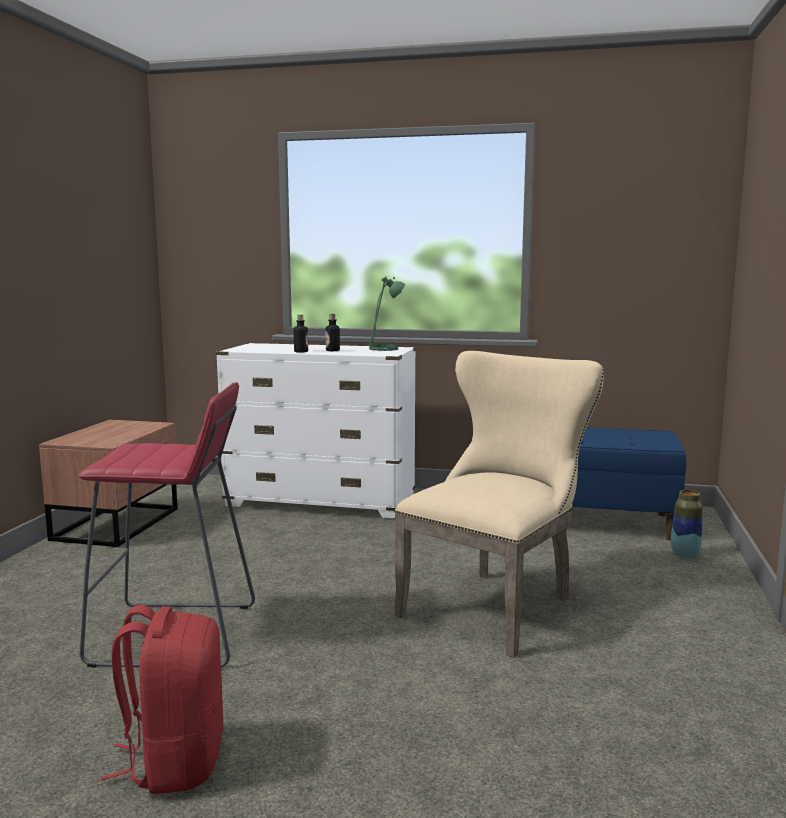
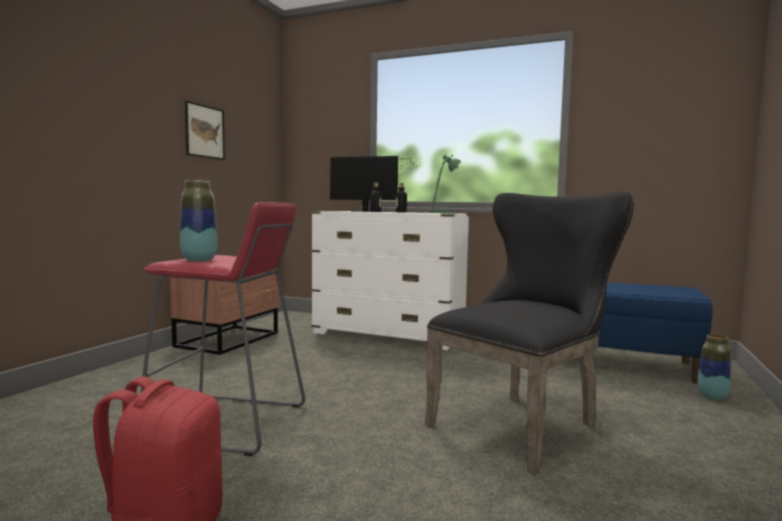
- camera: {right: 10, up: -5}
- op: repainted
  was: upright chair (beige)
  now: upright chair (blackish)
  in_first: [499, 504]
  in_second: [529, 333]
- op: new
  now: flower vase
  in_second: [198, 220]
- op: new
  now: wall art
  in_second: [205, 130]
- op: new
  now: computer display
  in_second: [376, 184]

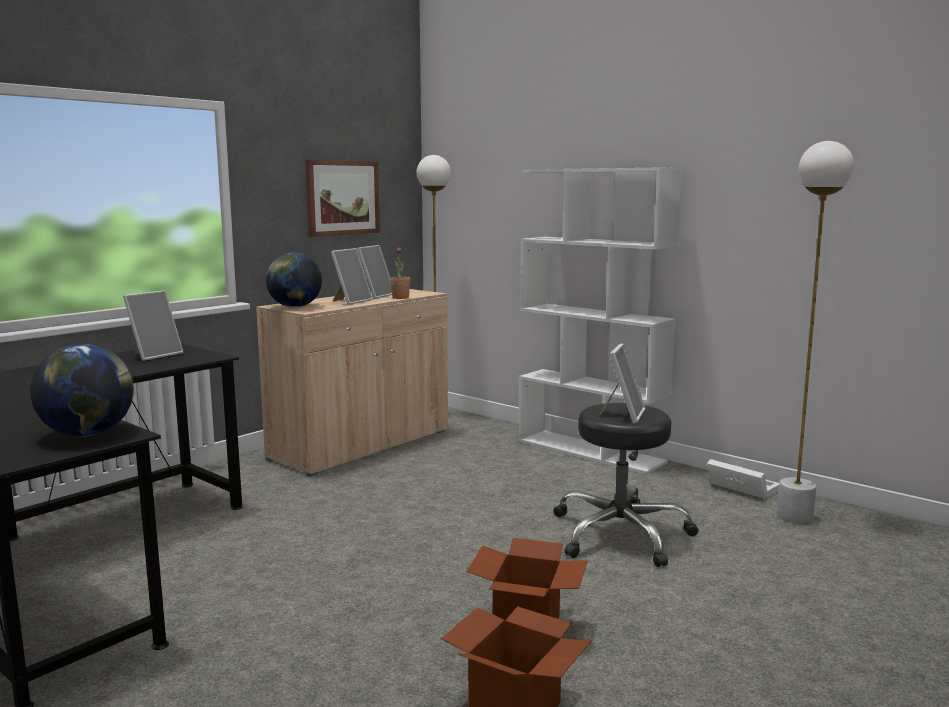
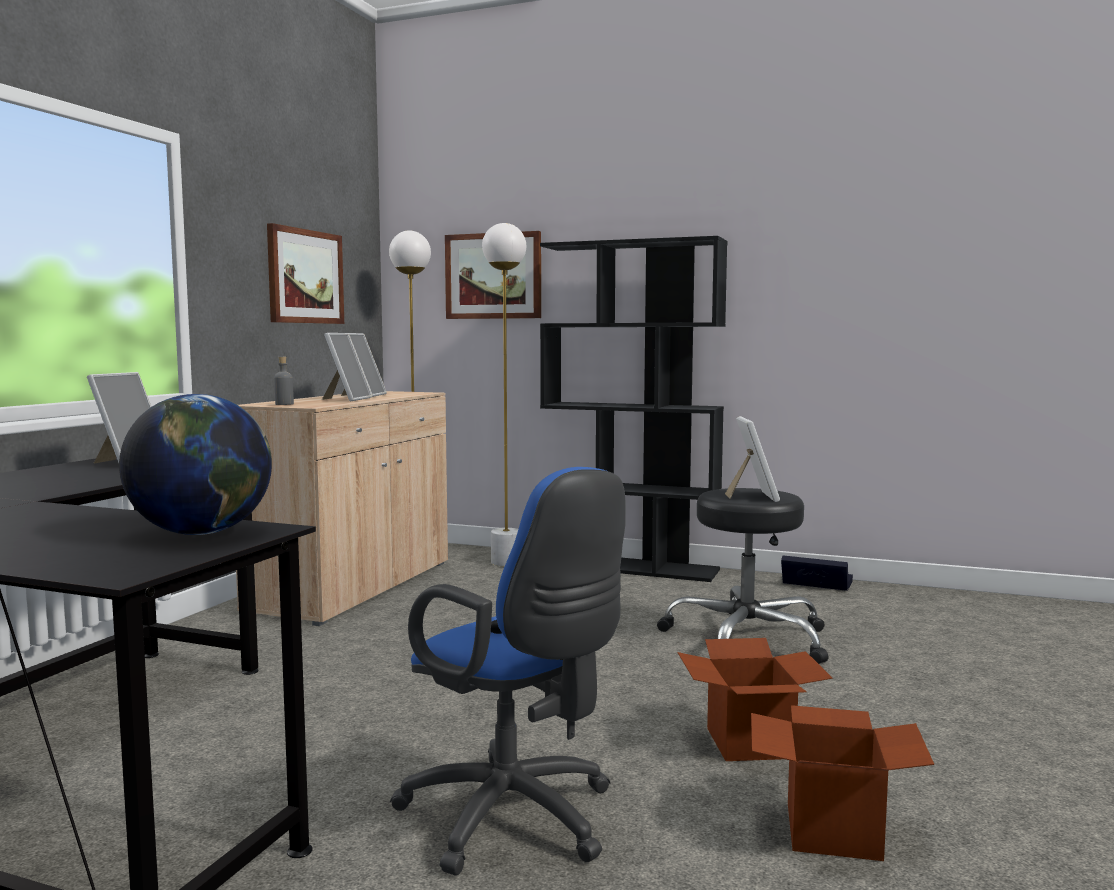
- camera: {right: -20, up: -5}
- op: swapped
  was: desk globe
  now: bottle (greyish)
  in_first: [294, 280]
  in_second: [284, 381]
- op: gone
  was: plant in a pot
  in_first: [400, 273]
- op: repainted
  was: shelving unit (white)
  now: shelving unit (blackish)
  in_first: [601, 321]
  in_second: [633, 409]
- op: repainted
  was: storage box (white)
  now: storage box (blackish)
  in_first: [743, 479]
  in_second: [817, 573]
- op: shifted
  was: floor lamp (white)
  in_first: [815, 332]
  in_second: [504, 395]
- op: new
  now: computer chair (blue-coloured)
  in_second: [508, 671]
- op: new
  now: wall art
  in_second: [493, 275]

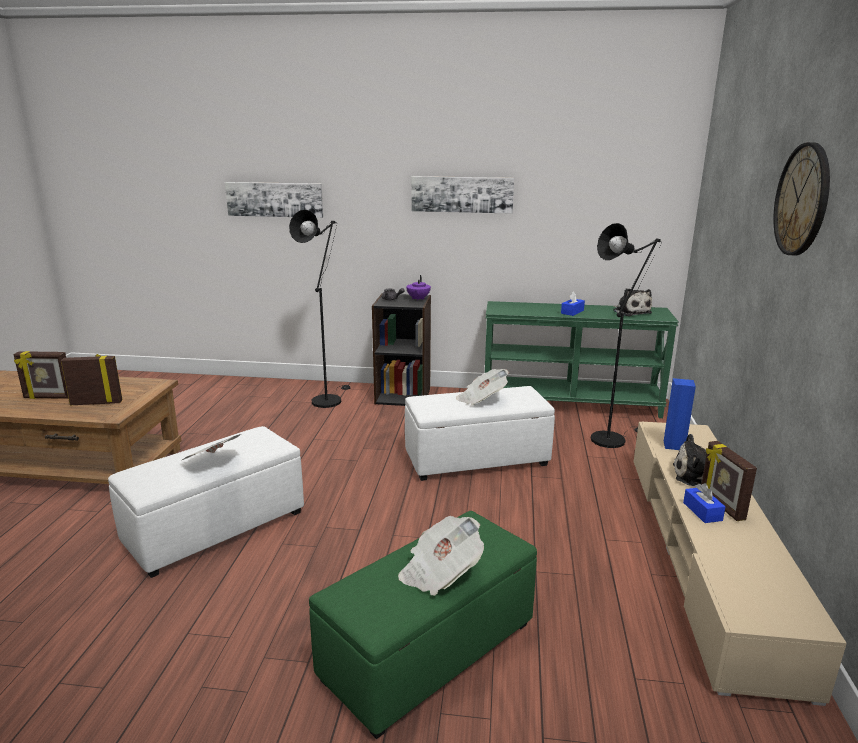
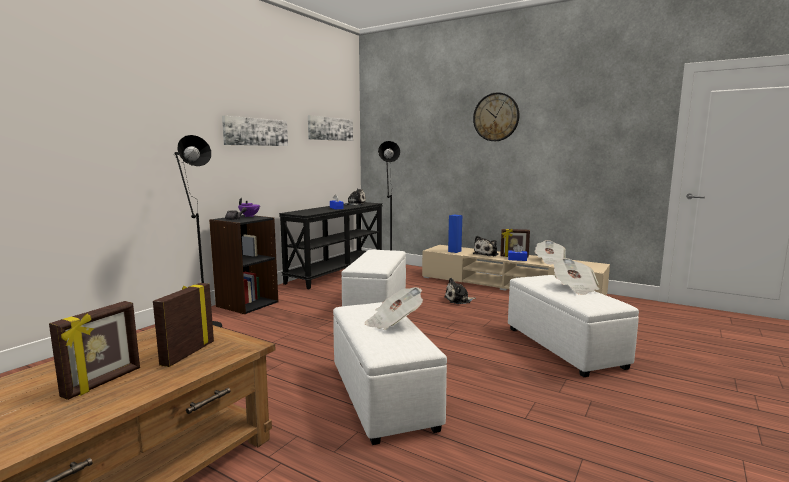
- camera: {right: -65, up: -10}
- op: shifted
  was: wall art
  in_first: [274, 200]
  in_second: [330, 128]
- op: repainted
  was: pouffe (green)
  now: pouffe (white)
  in_first: [423, 625]
  in_second: [573, 326]
- op: shifted
  was: printed paper
  in_first: [482, 387]
  in_second: [550, 252]
- op: repainted
  was: narrow table (green)
  now: narrow table (blackish)
  in_first: [582, 359]
  in_second: [331, 245]
- op: new
  now: soft toy
  in_second: [460, 291]

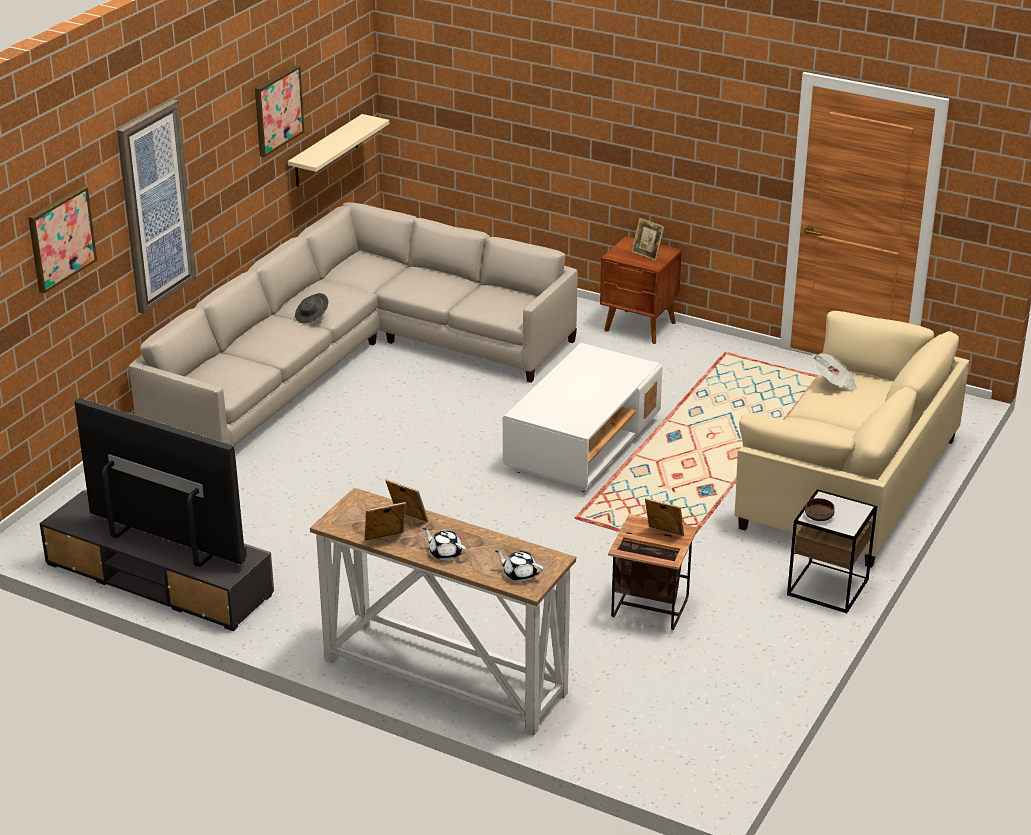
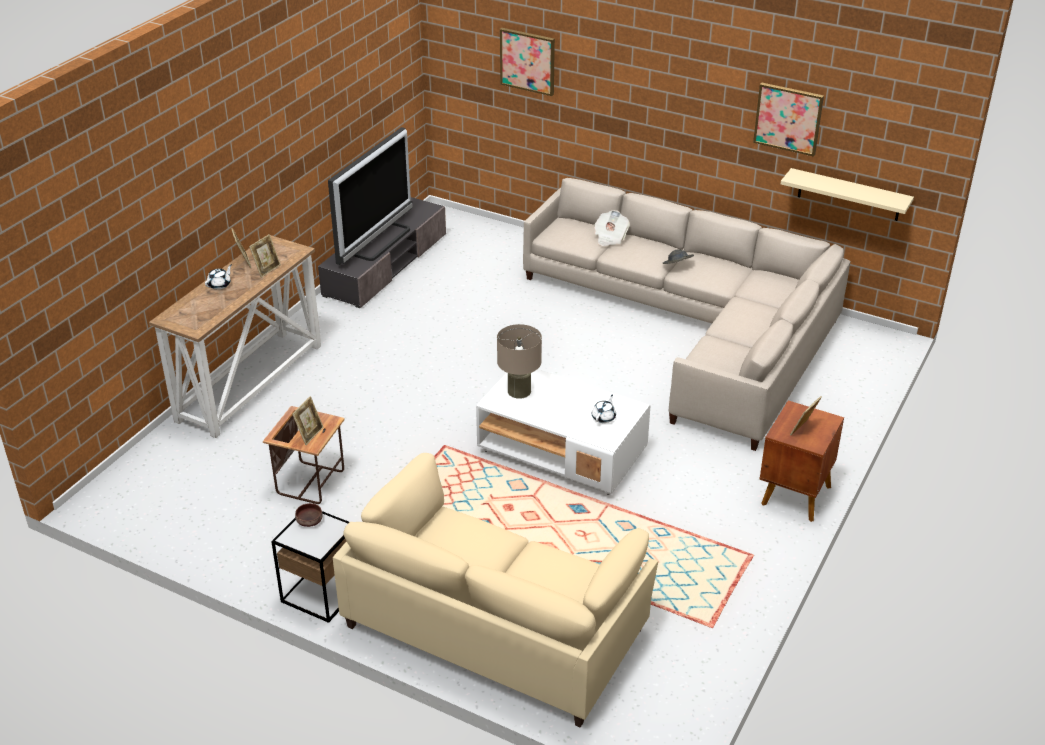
- camera: {right: 90, up: 5}
- op: gone
  was: wall art
  in_first: [156, 206]
- op: shifted
  was: tea pot (white)
  in_first: [519, 566]
  in_second: [604, 409]
- op: shifted
  was: printed paper
  in_first: [834, 372]
  in_second: [612, 228]
- op: new
  now: table lamp (beige)
  in_second: [519, 361]

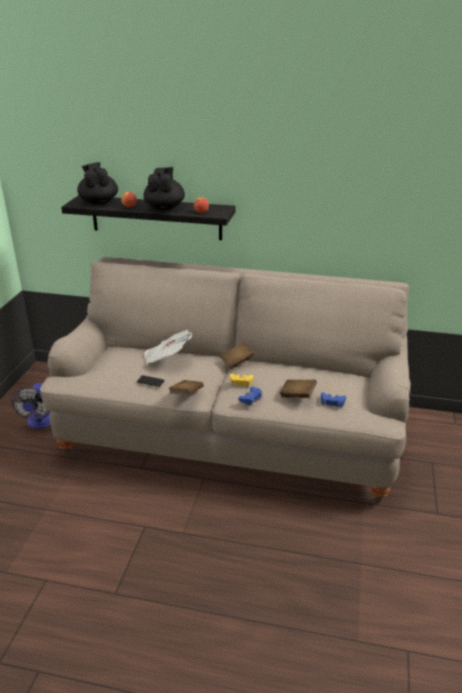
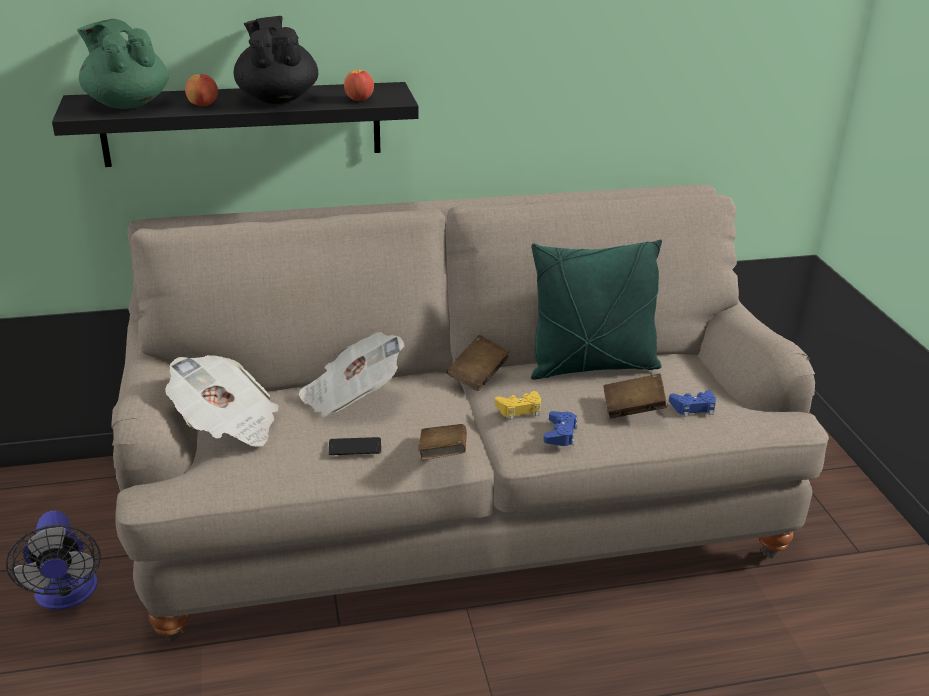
- camera: {right: -25, up: 0}
- op: repainted
  was: tea pot (blackish)
  now: tea pot (green)
  in_first: [97, 183]
  in_second: [123, 64]
- op: new
  now: printed paper
  in_second: [222, 401]
- op: new
  now: pillow (green)
  in_second: [596, 309]

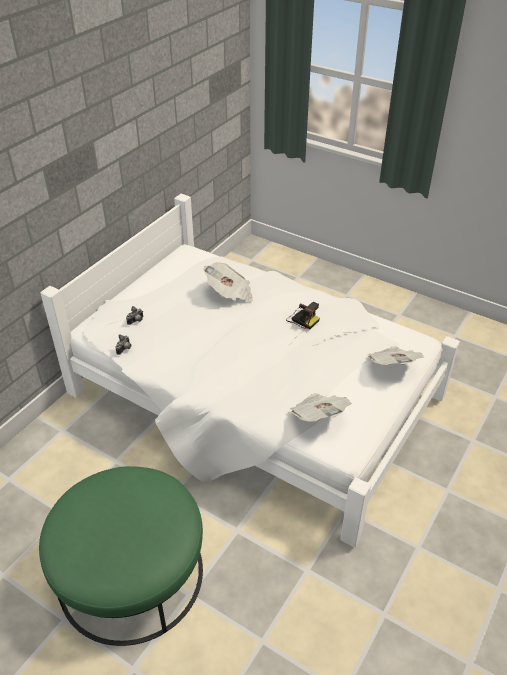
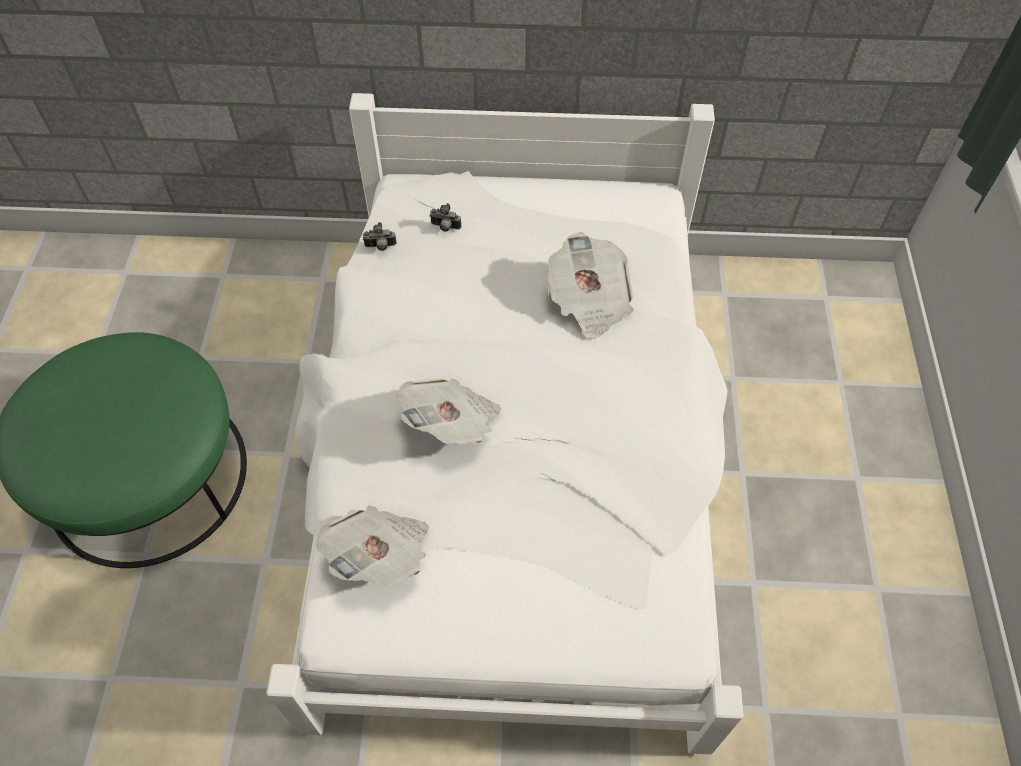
- camera: {right: 60, up: 15}
- op: gone
  was: photo camera
  in_first: [303, 315]
- op: shifted
  was: printed paper
  in_first: [396, 355]
  in_second: [448, 411]

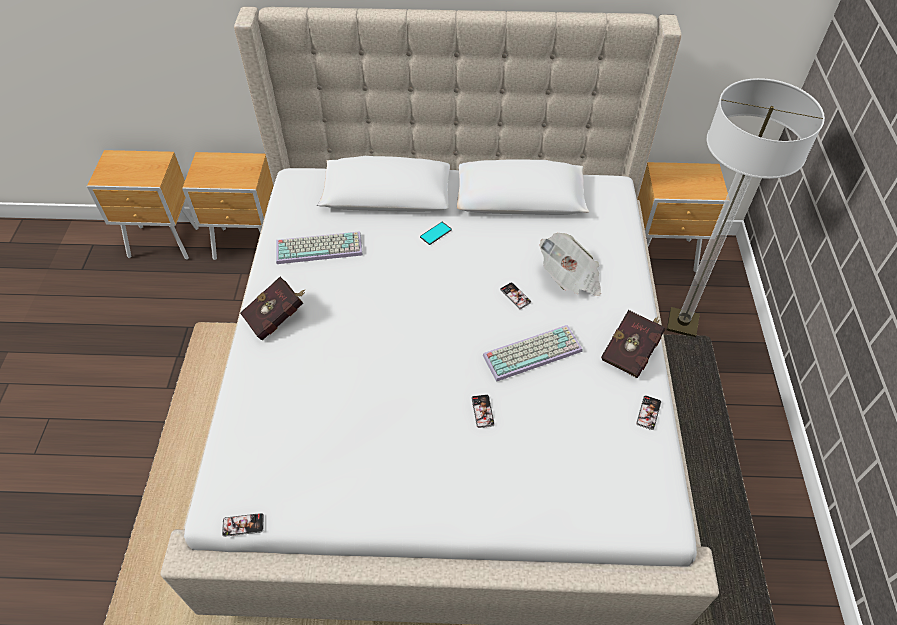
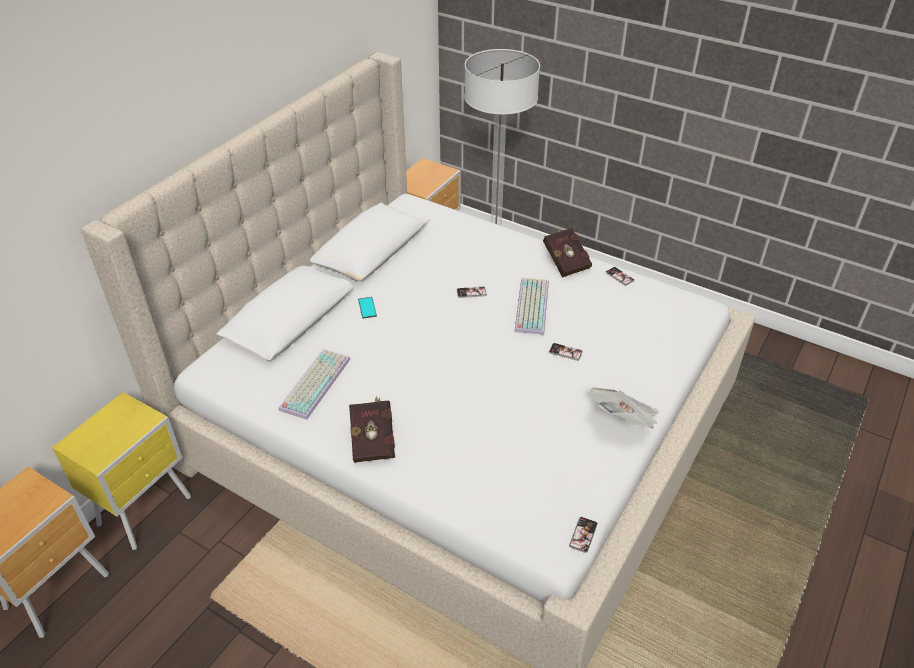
- camera: {right: -60, up: -10}
- op: repainted
  was: night table (brown-coloured)
  now: night table (yellow-coloured)
  in_first: [227, 206]
  in_second: [121, 471]
- op: shifted
  was: printed paper
  in_first: [570, 264]
  in_second: [624, 407]

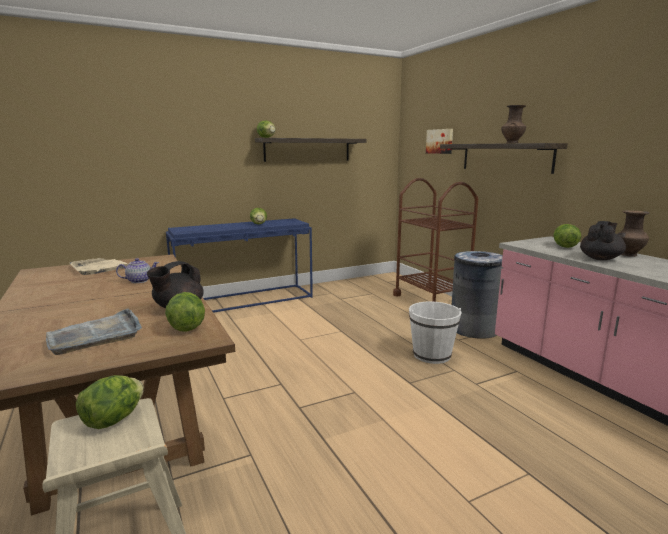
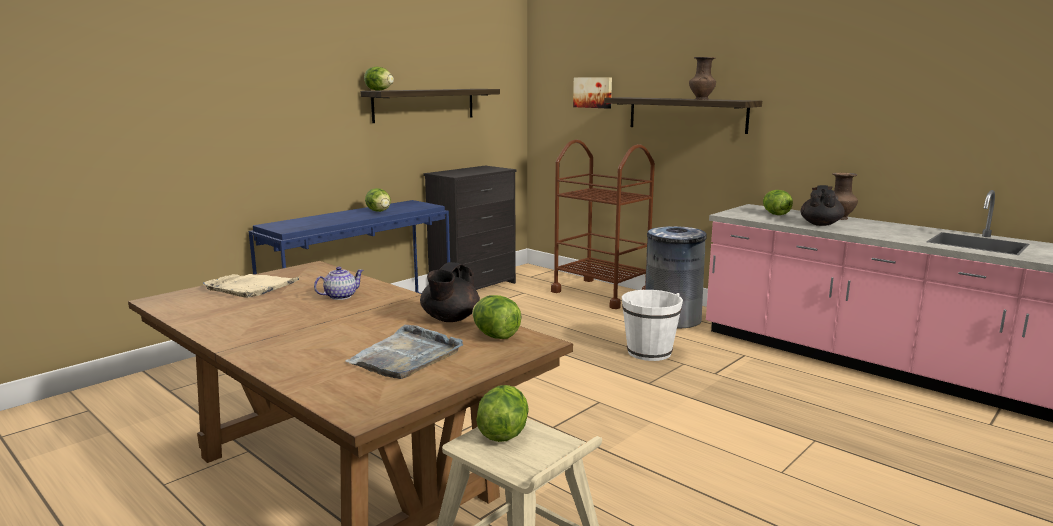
- camera: {right: -20, up: 0}
- op: new
  now: drawer chest (blackish)
  in_second: [470, 228]

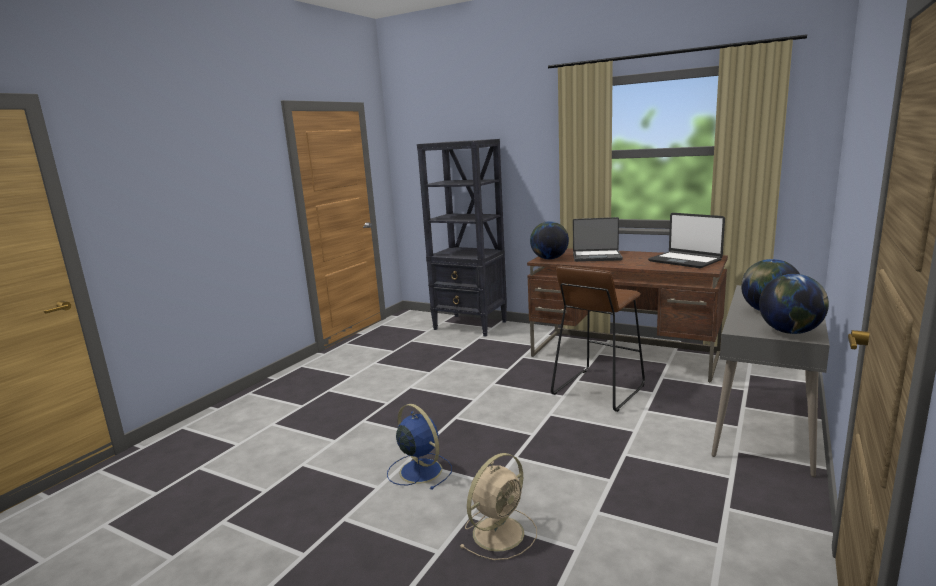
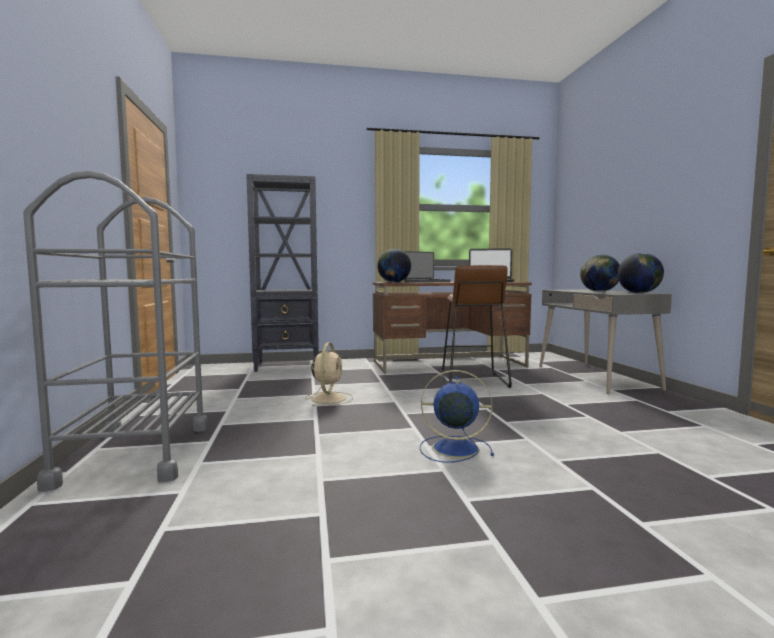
- camera: {right: -40, up: -10}
- op: shifted
  was: fan (beige)
  in_first: [498, 506]
  in_second: [329, 374]
- op: new
  now: trolley (greyish)
  in_second: [116, 331]

